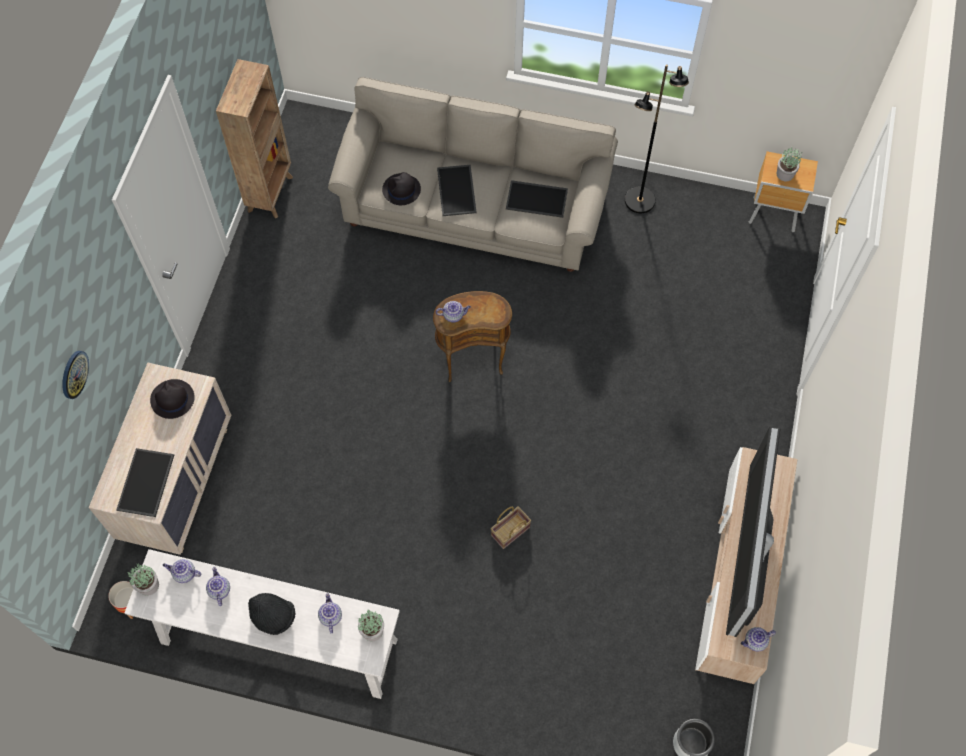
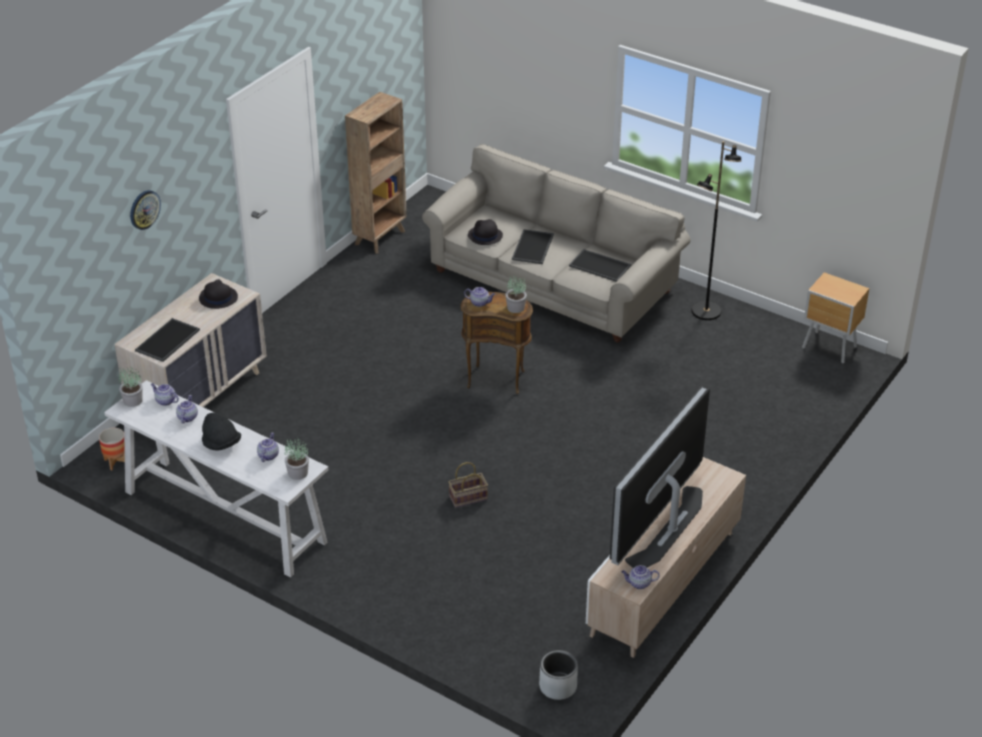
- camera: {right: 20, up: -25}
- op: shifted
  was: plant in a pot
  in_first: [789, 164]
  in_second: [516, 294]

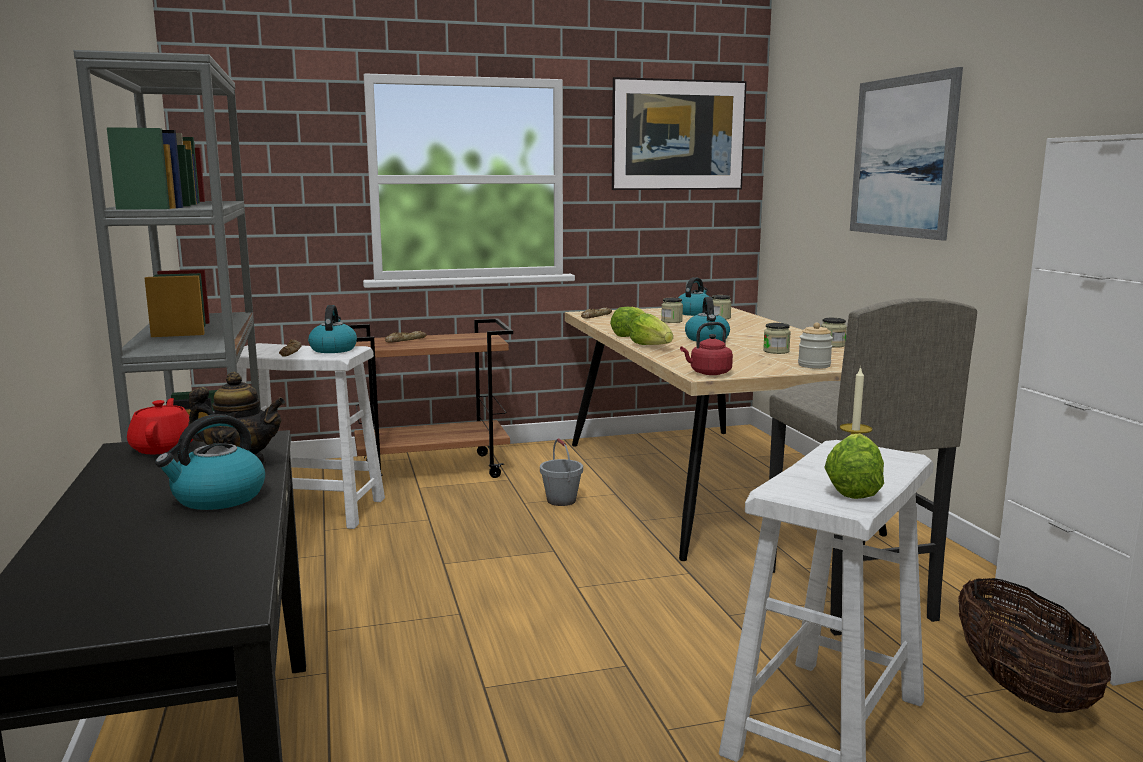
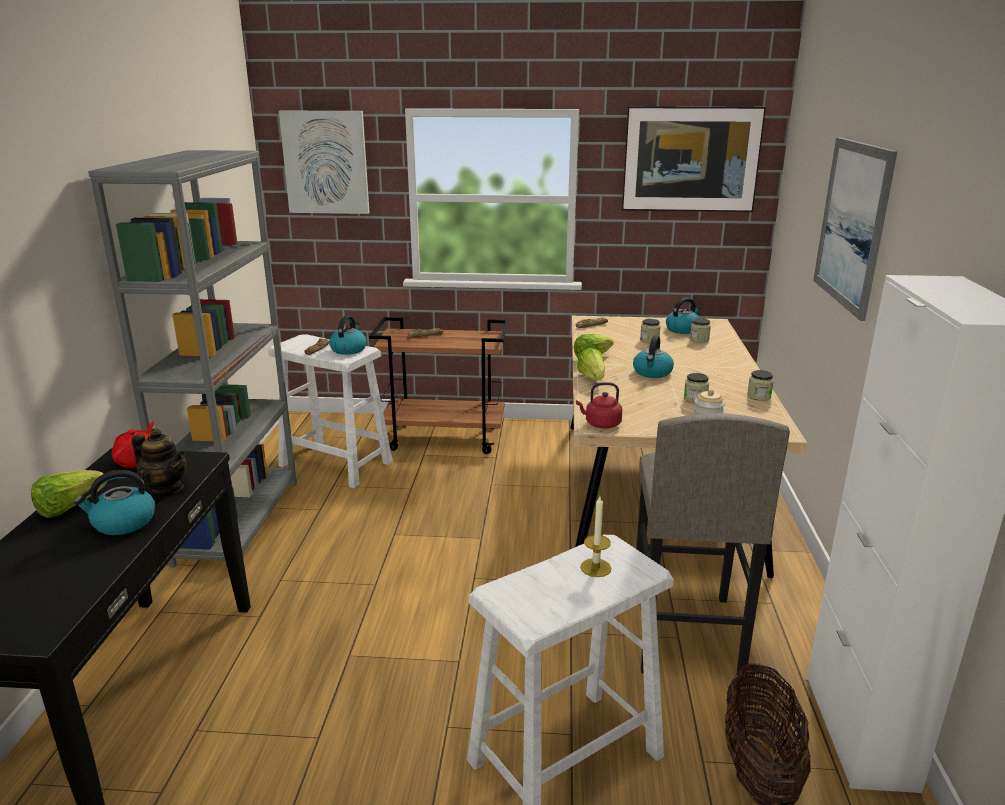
- camera: {right: 20, up: 10}
- op: gone
  was: water bucket (greyish)
  in_first: [561, 472]
- op: shifted
  was: lettuce head
  in_first: [854, 466]
  in_second: [69, 494]
- op: new
  now: wall art
  in_second: [324, 162]

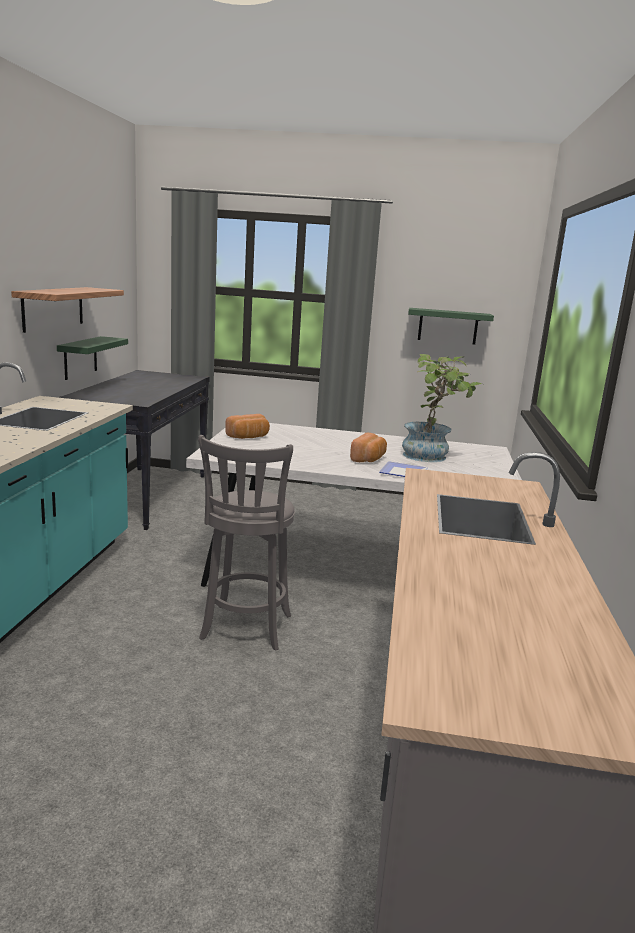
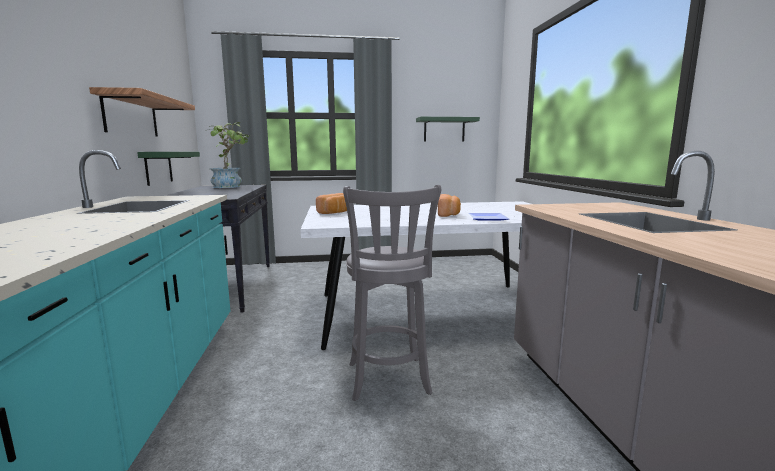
- camera: {right: -15, up: -5}
- op: shifted
  was: plant in a pot
  in_first: [442, 408]
  in_second: [229, 155]

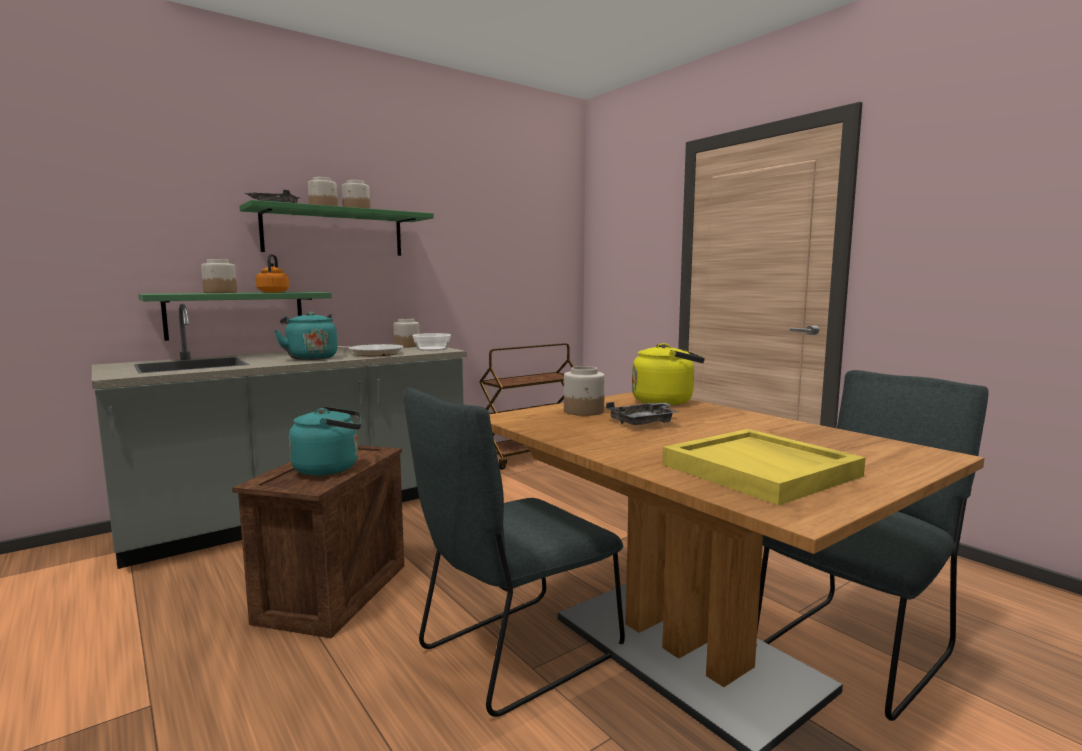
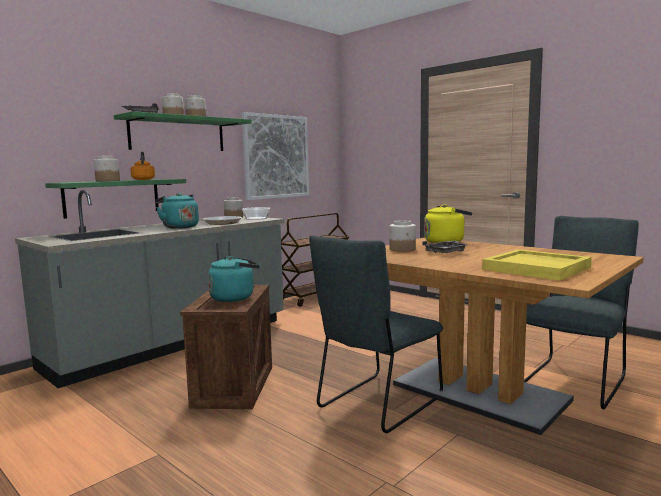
- camera: {right: -10, up: 0}
- op: new
  now: wall art
  in_second: [275, 156]

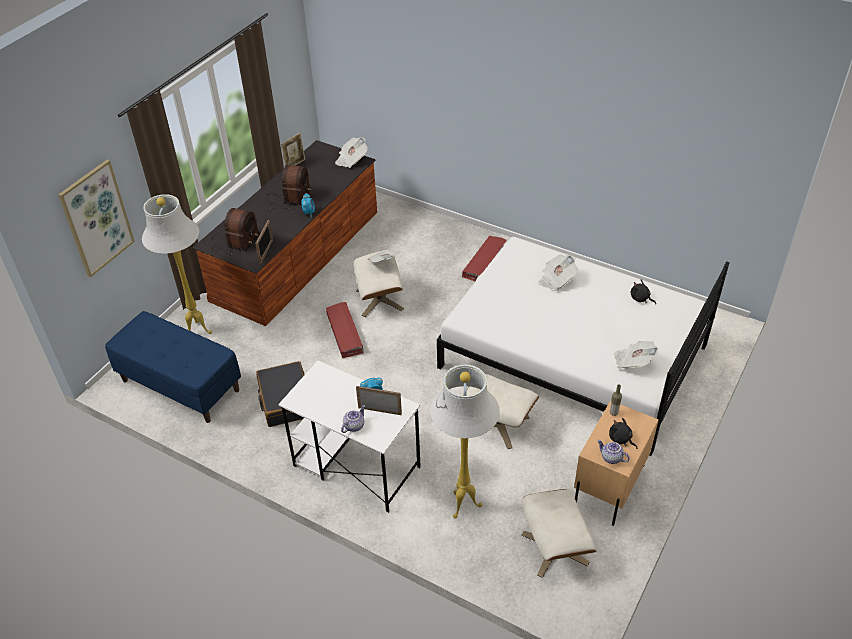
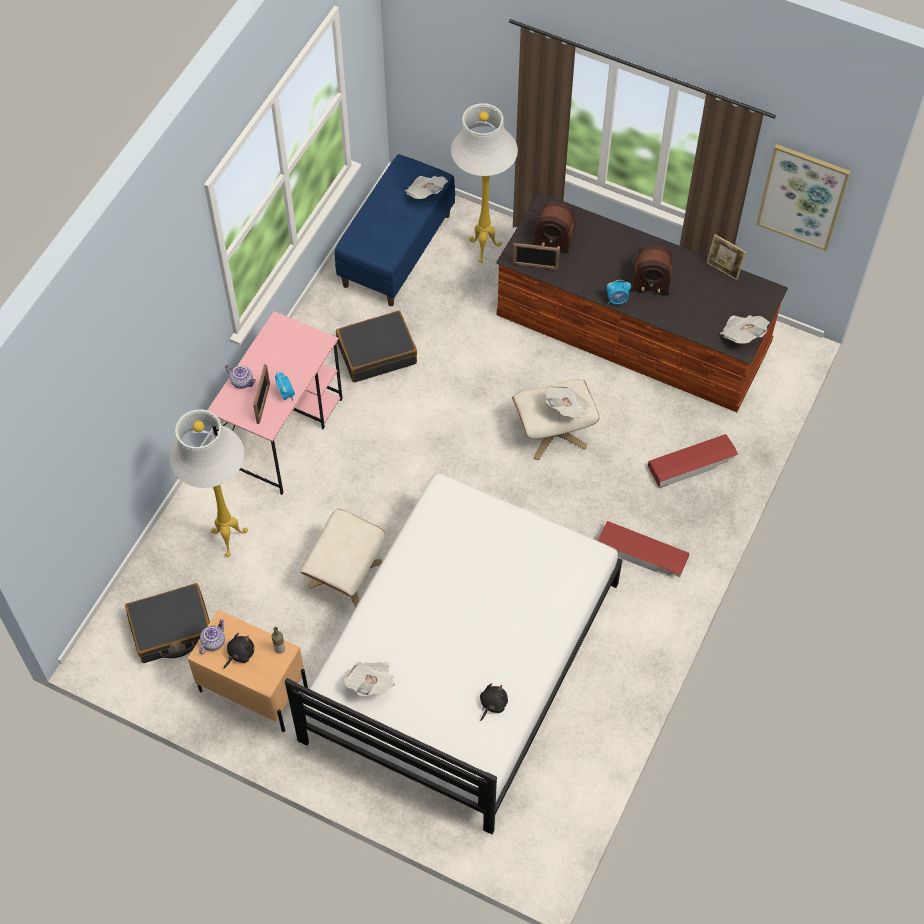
- camera: {right: 85, up: 15}
- op: shifted
  was: wall art
  in_first: [96, 219]
  in_second: [803, 197]
- op: repainted
  was: desk unit (white)
  now: desk unit (pink)
  in_first: [349, 436]
  in_second: [275, 403]
- op: shifted
  was: storage box (reddish)
  in_first: [345, 330]
  in_second: [693, 461]
- op: swapped
  was: pouffe (beige)
  now: piece of luggage (blackish)
  in_first: [559, 533]
  in_second: [167, 623]
- op: shifted
  was: printed paper
  in_first: [558, 272]
  in_second: [426, 187]

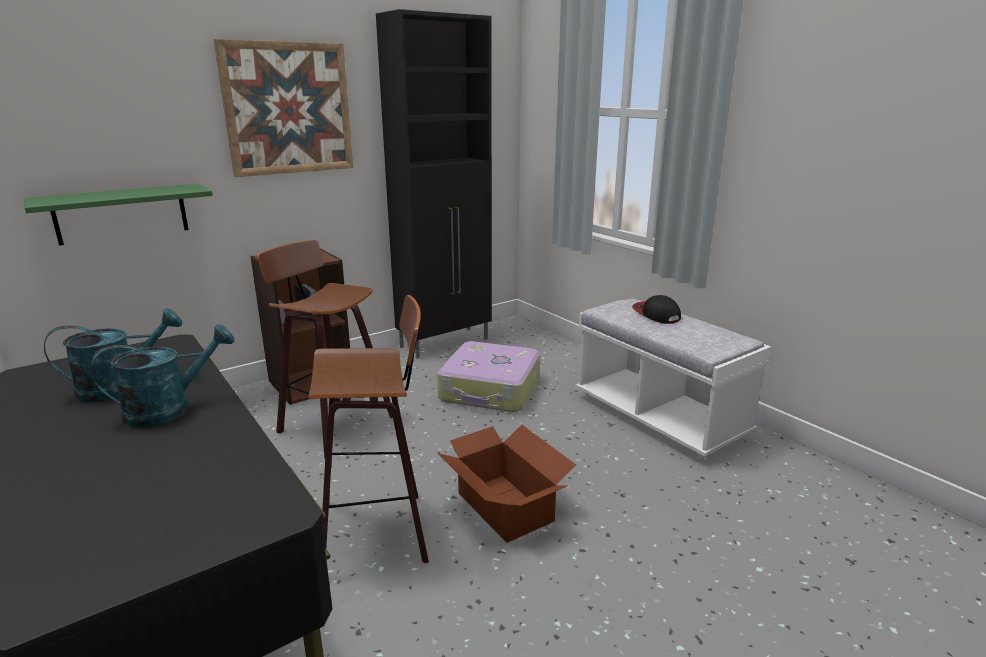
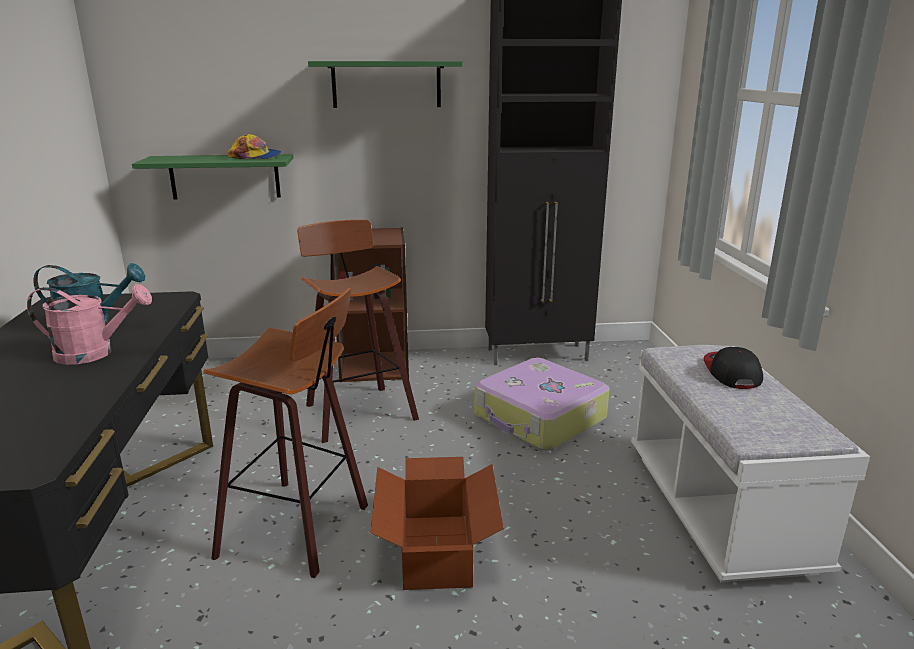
- camera: {right: 30, up: 0}
- op: repainted
  was: sprinkling can (blue-green)
  now: sprinkling can (pink)
  in_first: [162, 375]
  in_second: [89, 324]
- op: swapped
  was: wall art
  now: shelf (green)
  in_first: [283, 108]
  in_second: [385, 84]
- op: new
  now: peaked cap
  in_second: [255, 146]

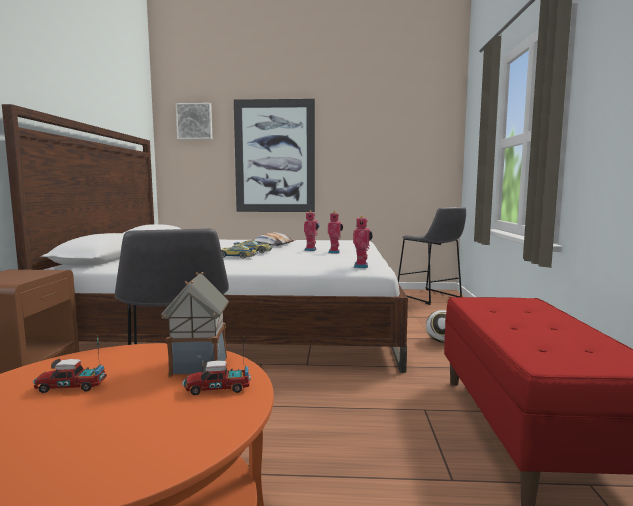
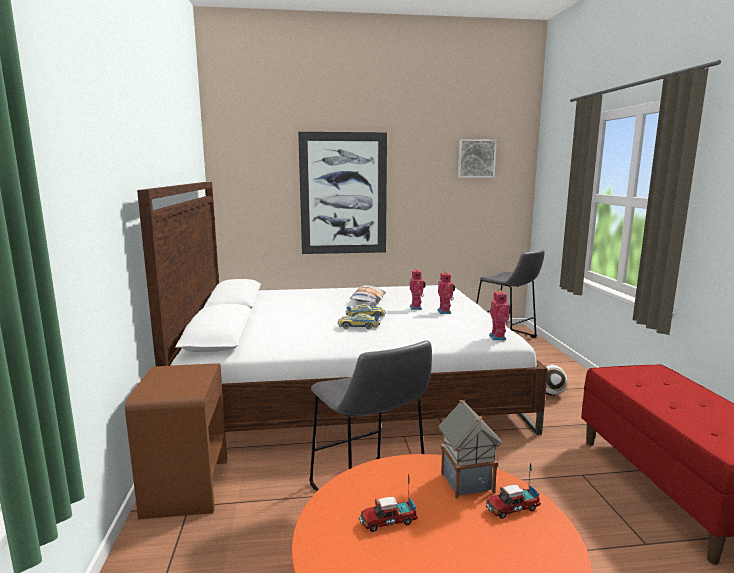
- camera: {right: -10, up: 5}
- op: shifted
  was: wall art
  in_first: [194, 121]
  in_second: [477, 158]

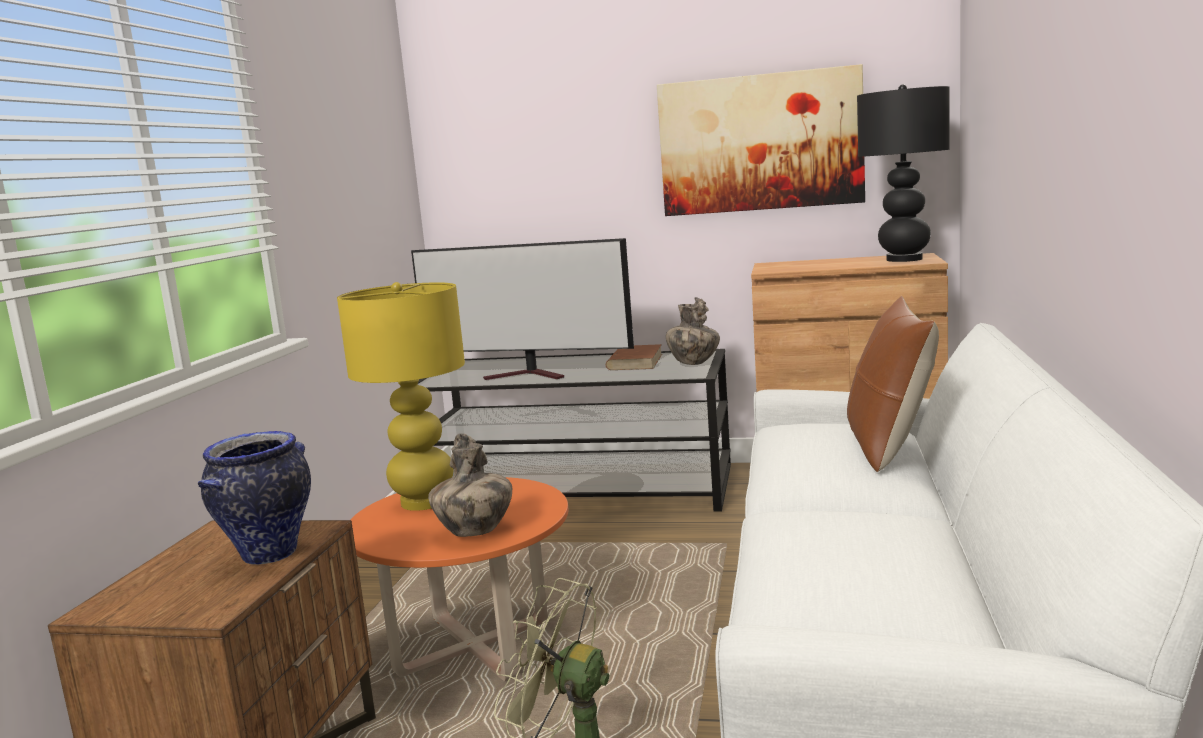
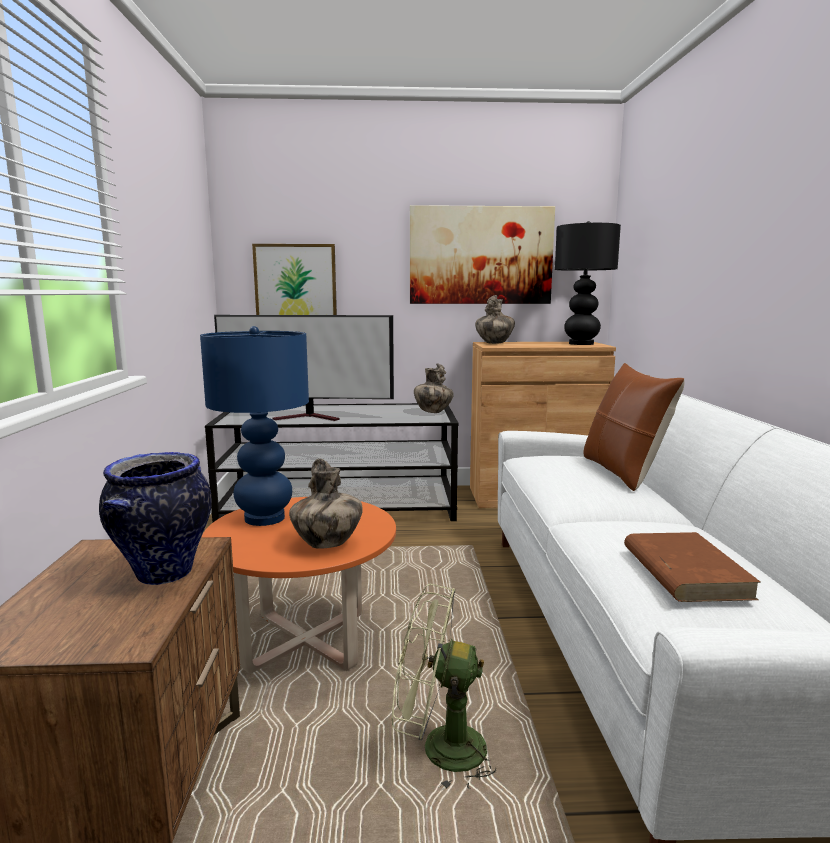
- camera: {right: -15, up: 0}
- op: repainted
  was: table lamp (yellow-coloured)
  now: table lamp (blue-coloured)
  in_first: [401, 396]
  in_second: [254, 426]
- op: shifted
  was: volume (brown-coloured)
  in_first: [634, 357]
  in_second: [692, 567]
- op: new
  now: wall art
  in_second: [294, 279]
- op: new
  now: flower vase
  in_second: [495, 319]

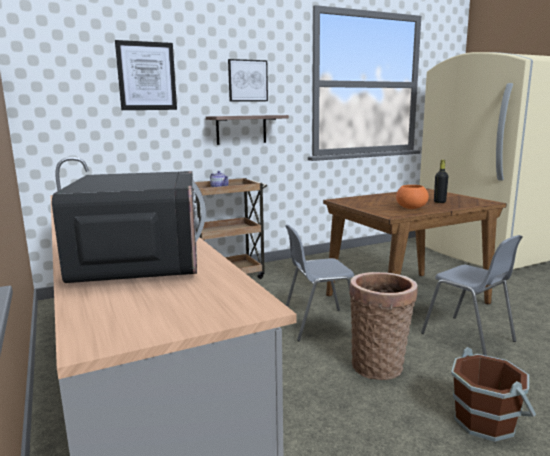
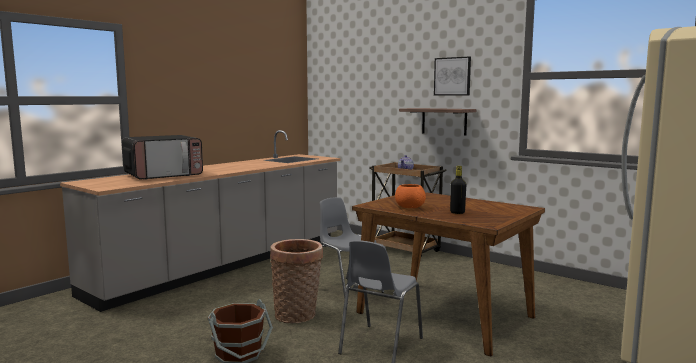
- camera: {right: 65, up: -5}
- op: gone
  was: wall art
  in_first: [146, 75]

